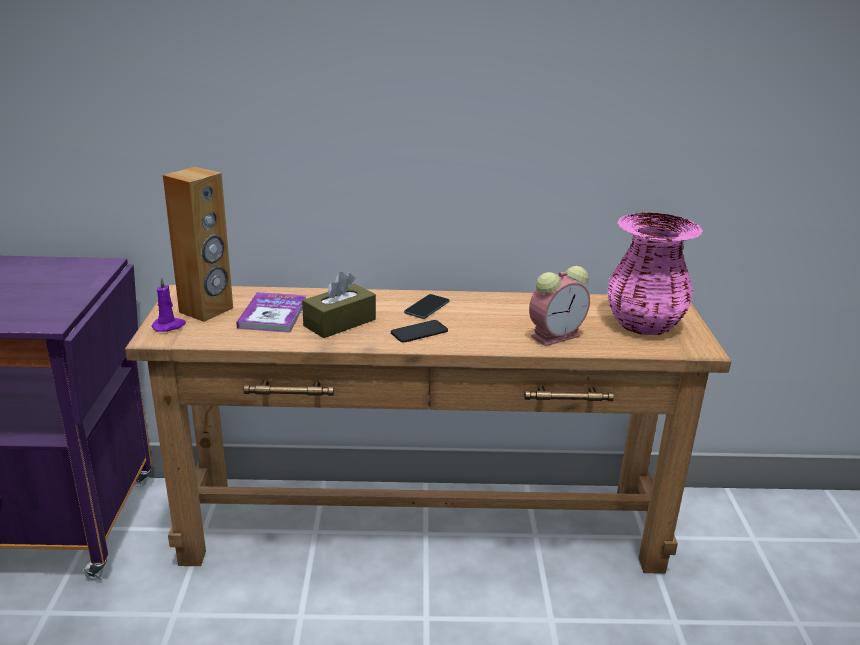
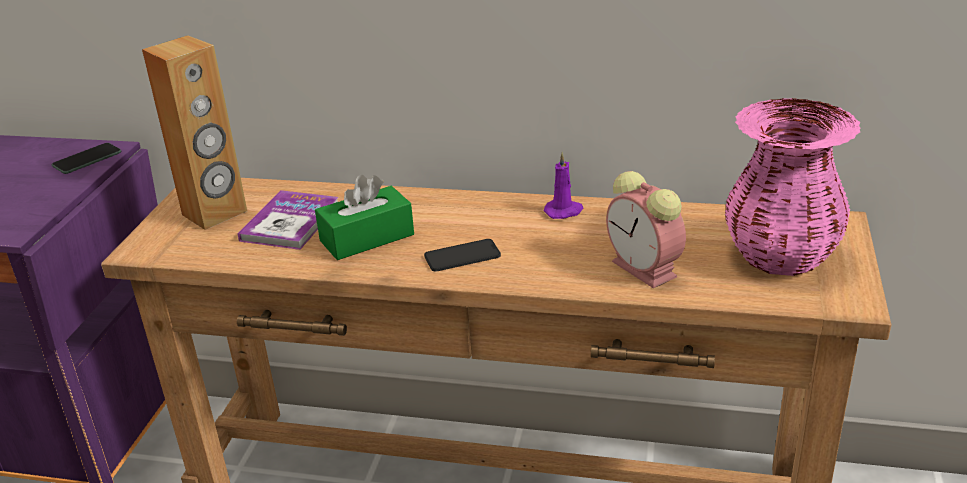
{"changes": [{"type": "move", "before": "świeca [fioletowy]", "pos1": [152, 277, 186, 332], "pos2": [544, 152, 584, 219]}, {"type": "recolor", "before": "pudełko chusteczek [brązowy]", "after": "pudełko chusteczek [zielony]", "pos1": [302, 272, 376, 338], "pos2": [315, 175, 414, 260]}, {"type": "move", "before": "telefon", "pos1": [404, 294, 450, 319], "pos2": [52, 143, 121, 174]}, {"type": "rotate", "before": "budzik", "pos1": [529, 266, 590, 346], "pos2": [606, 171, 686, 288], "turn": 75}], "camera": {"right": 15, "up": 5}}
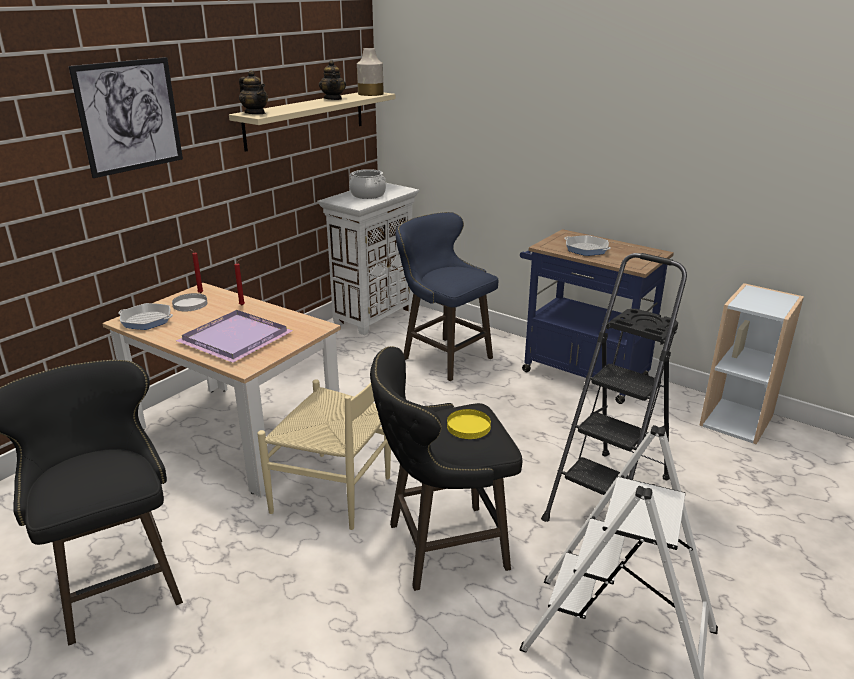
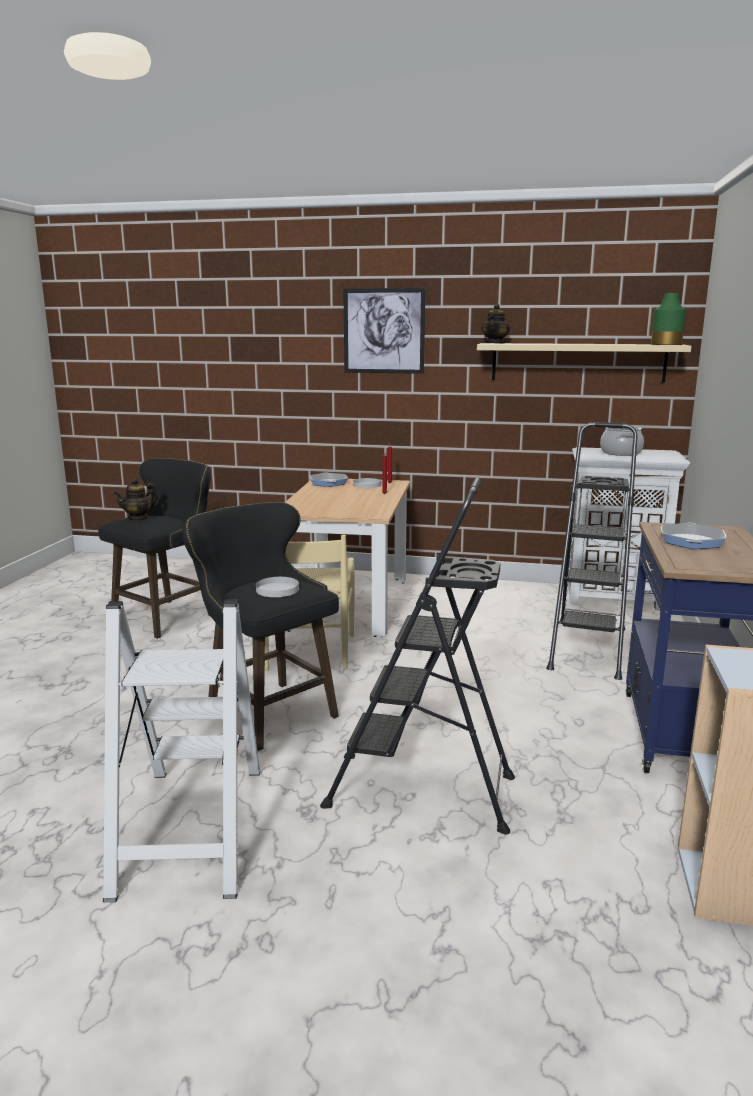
{"changes": [{"type": "delete", "before": "taca [fioletowy]", "pos1": [176, 310, 294, 363]}, {"type": "move", "before": "imbryk", "pos1": [319, 60, 346, 100], "pos2": [114, 478, 159, 521]}, {"type": "recolor", "before": "wazon [beżowy]", "after": "wazon [zielony]", "pos1": [357, 48, 384, 96], "pos2": [651, 293, 686, 345]}, {"type": "replace", "before": "stołek [niebieski]", "after": "drabinka", "pos1": [396, 212, 499, 381], "pos2": [546, 422, 637, 680]}, {"type": "recolor", "before": "talerz [żółty]", "after": "talerz [biały]", "pos1": [447, 409, 491, 439], "pos2": [256, 577, 299, 597]}], "camera": {"right": 65, "up": -10}}
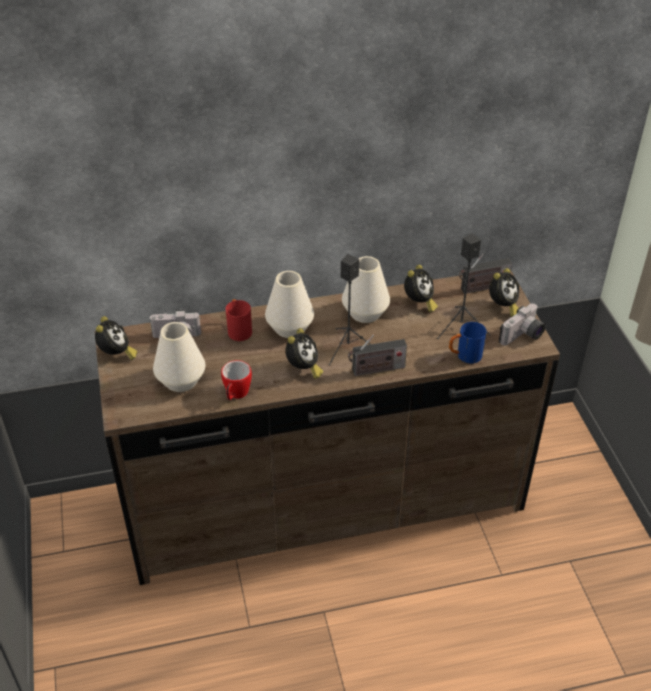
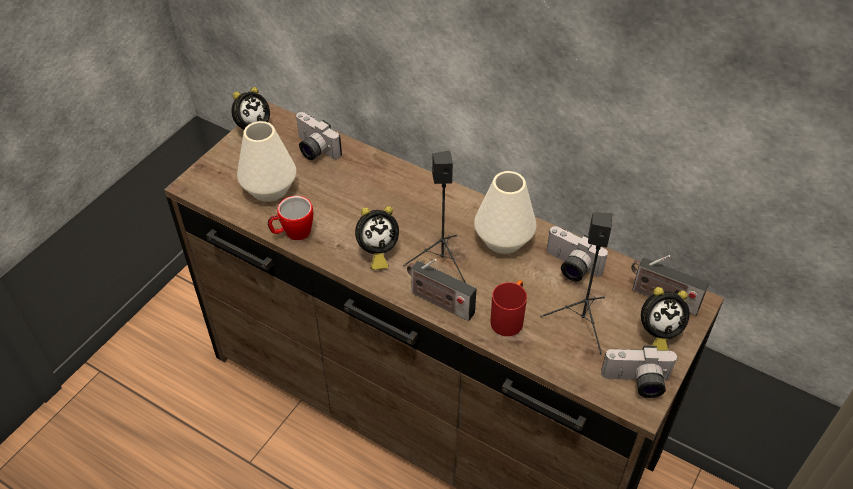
{"changes": [{"type": "move", "before": "kubek [czerwony]", "pos1": [225, 299, 252, 341], "pos2": [490, 280, 527, 336]}, {"type": "delete", "before": "wazon [biały]", "pos1": [265, 271, 314, 338]}, {"type": "replace", "before": "budzik", "after": "aparat fotograficzny", "pos1": [404, 265, 438, 312], "pos2": [547, 226, 608, 281]}, {"type": "delete", "before": "kubek [niebieski]", "pos1": [449, 322, 487, 364]}], "camera": {"right": 45, "up": 5}}
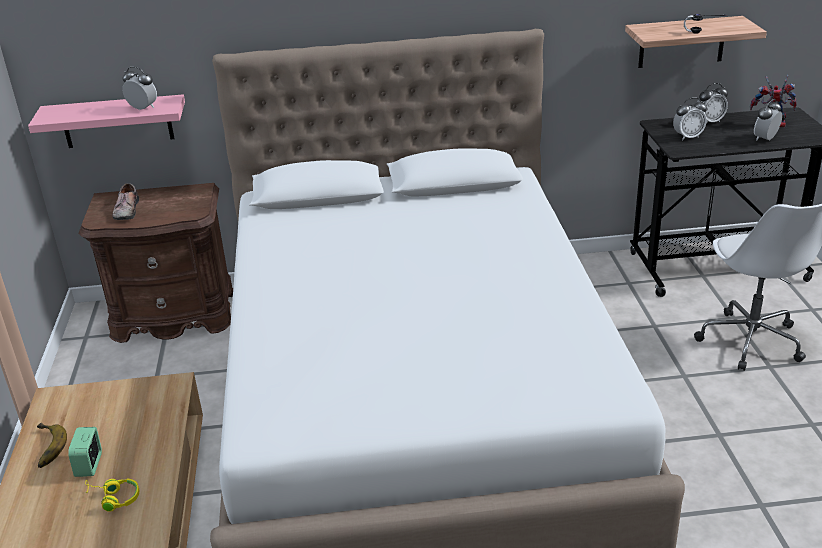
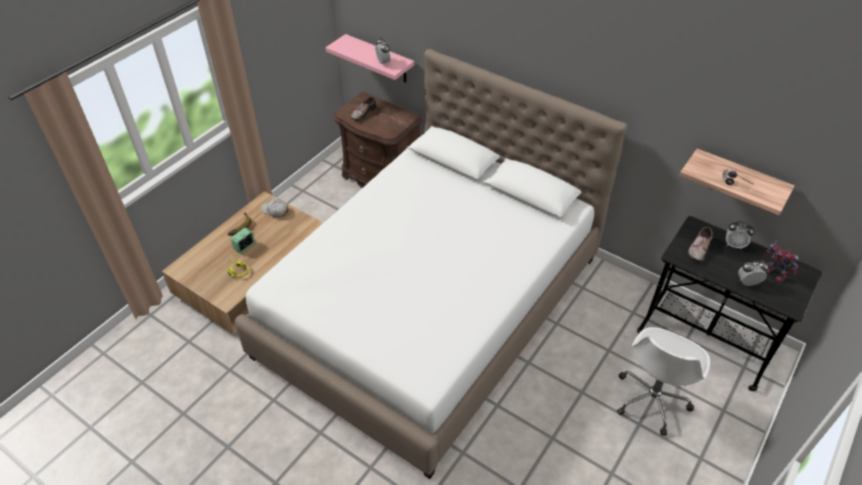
{"changes": [{"type": "replace", "before": "budzik", "after": "but", "pos1": [673, 98, 707, 140], "pos2": [688, 227, 713, 262]}, {"type": "insert", "after": "czapka z daszkiem [biały]", "pos2": [261, 198, 288, 218]}], "camera": {"right": 40, "up": 15}}
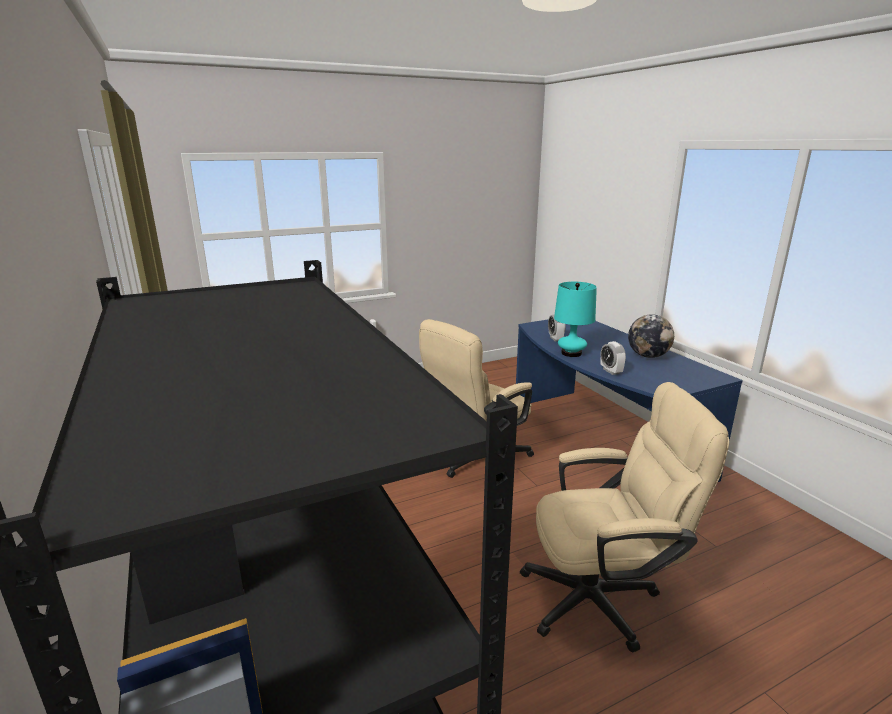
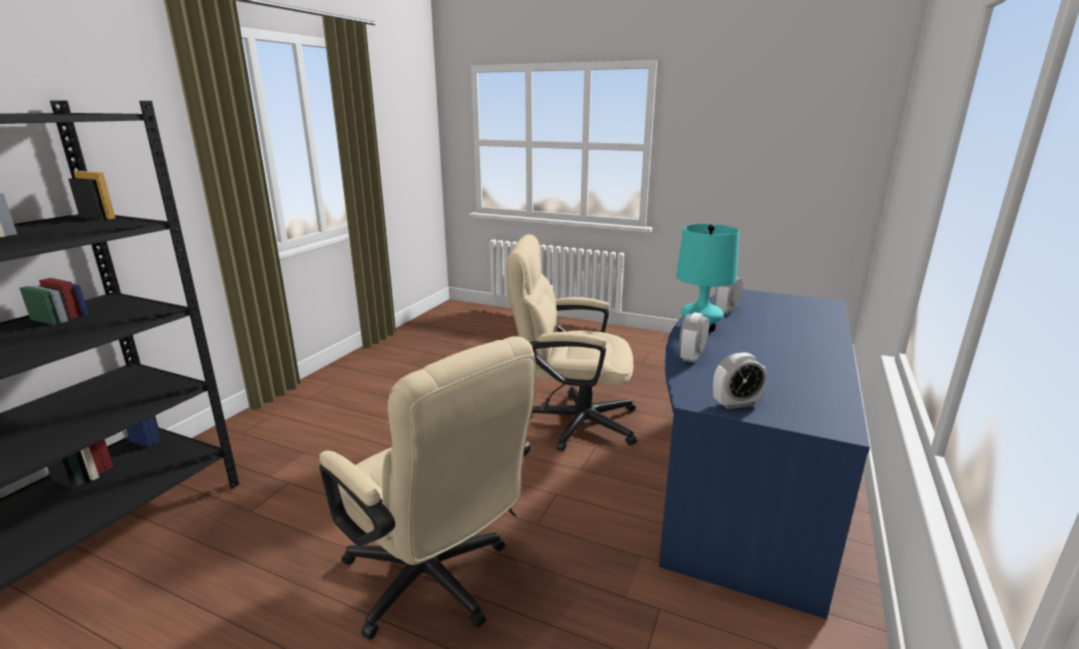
{"changes": [{"type": "delete", "before": "globus", "pos1": [628, 314, 674, 358]}, {"type": "insert", "after": "budzik", "pos2": [713, 352, 767, 409]}], "camera": {"right": 50, "up": 0}}
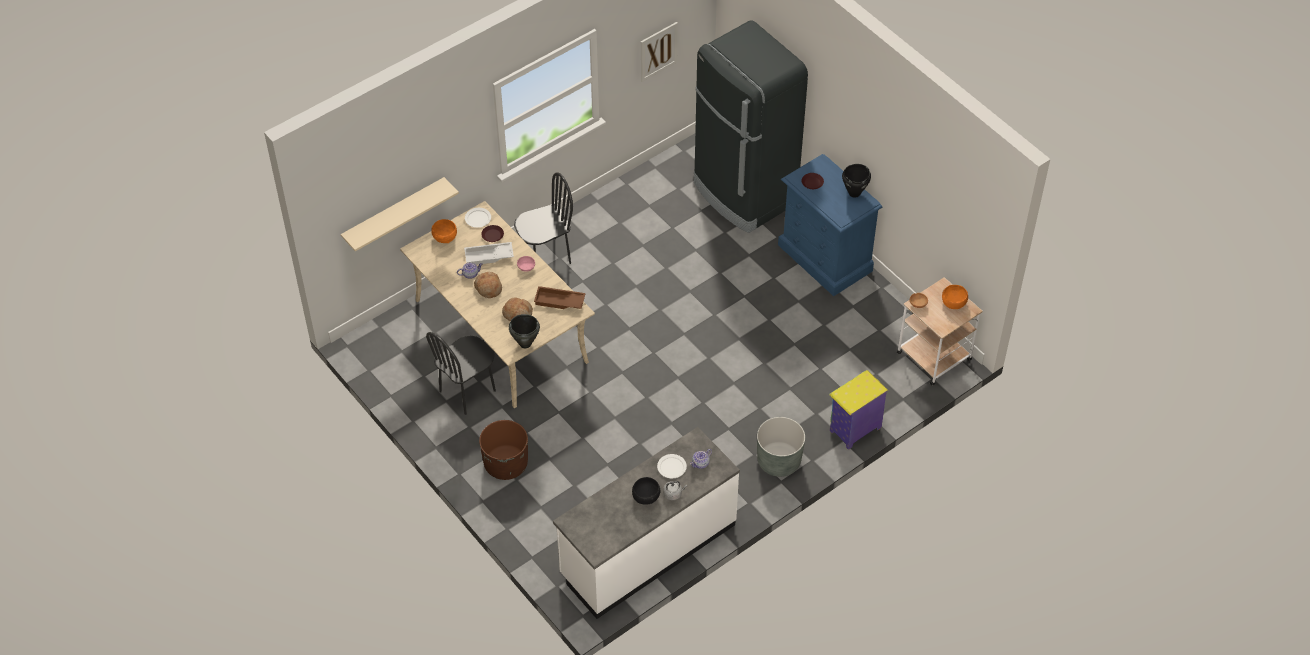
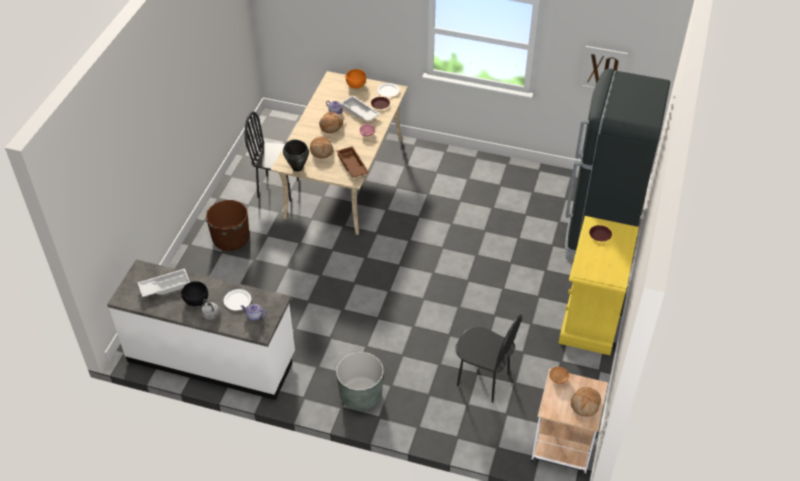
{"changes": [{"type": "delete", "before": "półka [beżowy]", "pos1": [341, 177, 459, 251]}, {"type": "move", "before": "krzesło [czarny]", "pos1": [514, 172, 573, 264], "pos2": [455, 314, 522, 403]}, {"type": "recolor", "before": "komoda [niebieski]", "after": "komoda [żółty]", "pos1": [778, 154, 882, 296], "pos2": [559, 216, 639, 355]}, {"type": "delete", "before": "szafka nocna", "pos1": [829, 370, 888, 450]}, {"type": "delete", "before": "garnek [czarny]", "pos1": [842, 164, 871, 198]}, {"type": "replace", "before": "miska [pomarańczowy]", "after": "chleb", "pos1": [942, 285, 968, 309], "pos2": [571, 387, 601, 417]}, {"type": "insert", "after": "taca [biały]", "pos2": [138, 268, 190, 297]}], "camera": {"right": 55, "up": -5}}
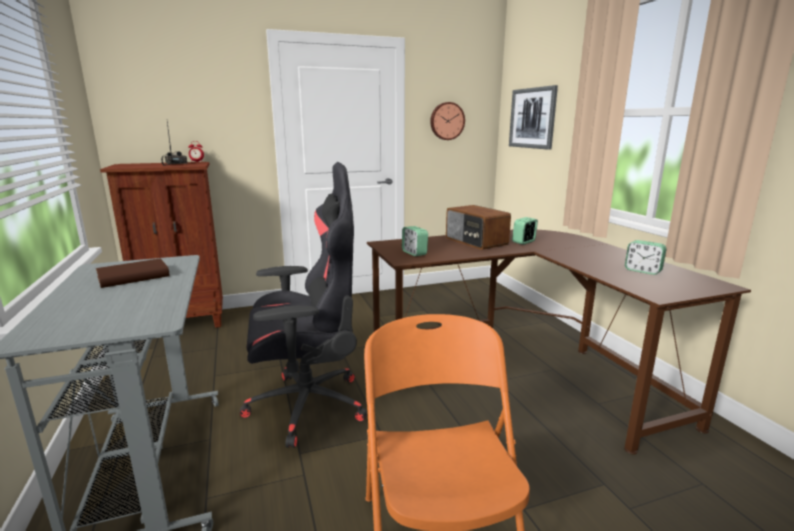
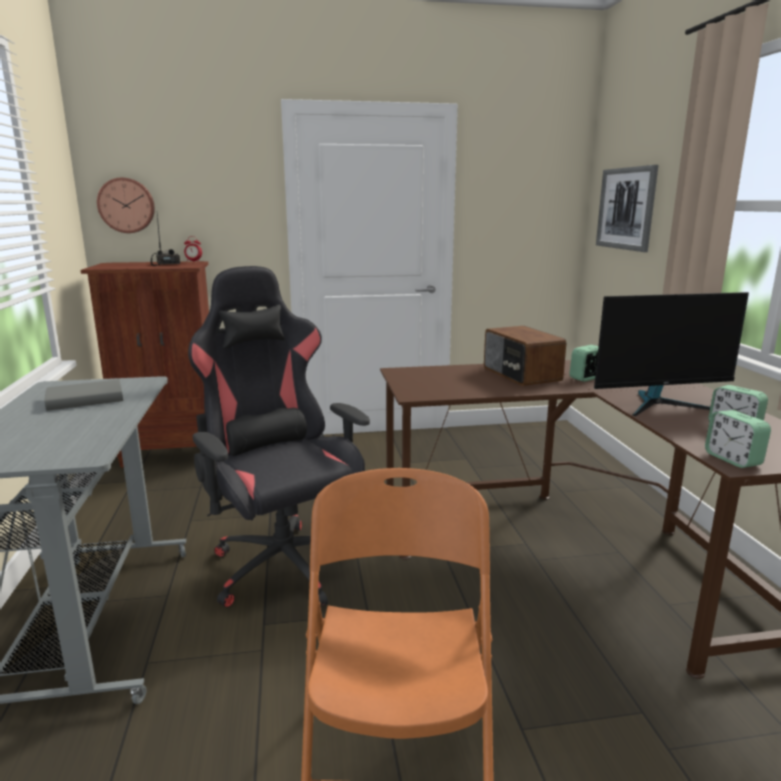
{"changes": [{"type": "recolor", "before": "książka [brązowy]", "after": "książka [szary]", "pos1": [96, 258, 170, 288], "pos2": [44, 379, 123, 411]}, {"type": "rotate", "before": "krzesło biurowe [czarny]", "pos1": [240, 162, 368, 448], "pos2": [188, 266, 370, 607], "turn": -120}, {"type": "move", "before": "budzik", "pos1": [402, 226, 428, 256], "pos2": [705, 410, 771, 468]}, {"type": "move", "before": "zegar ścienny", "pos1": [430, 102, 465, 140], "pos2": [97, 178, 155, 233]}, {"type": "insert", "after": "monitor", "pos2": [594, 292, 749, 416]}], "camera": {"right": 10, "up": 0}}
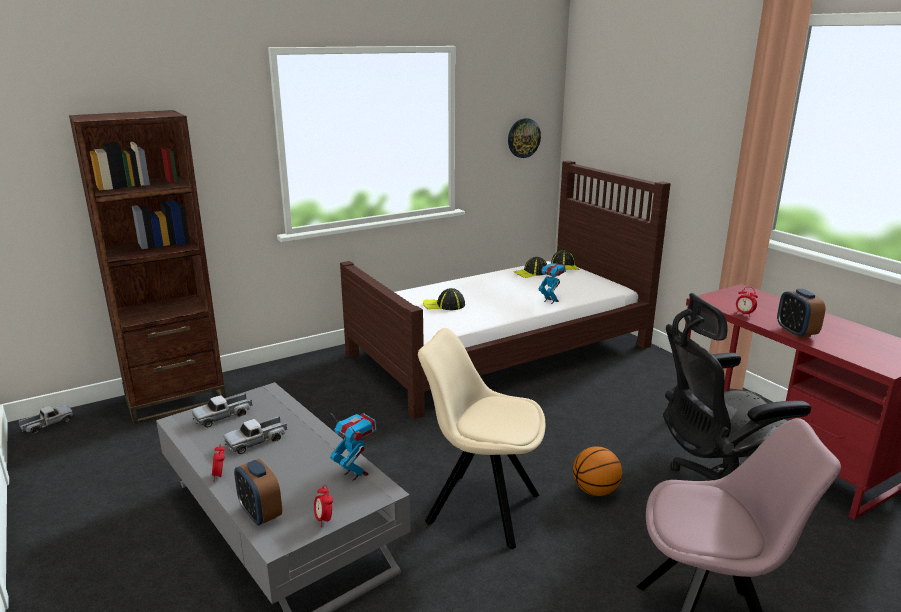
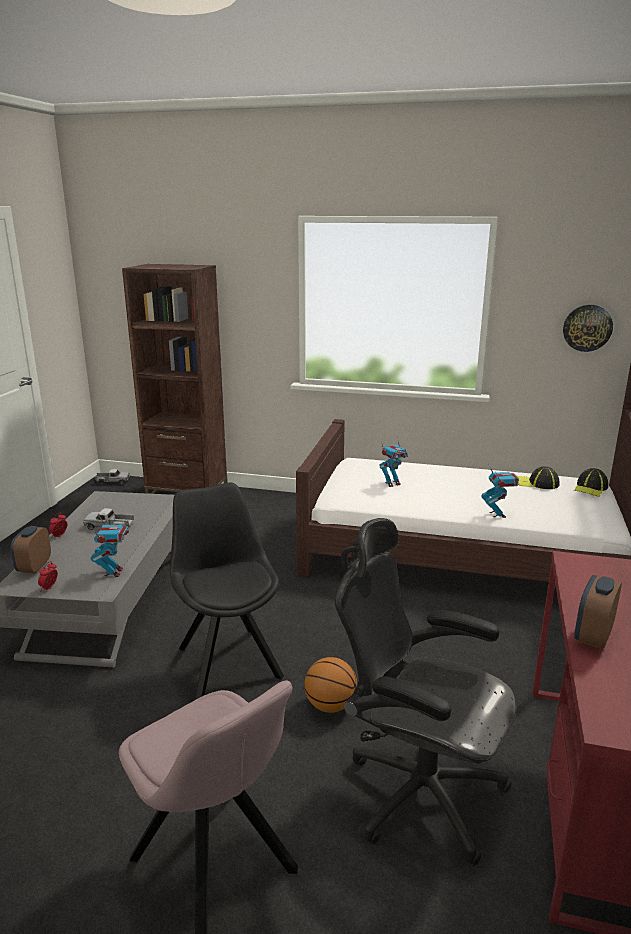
{"changes": [{"type": "delete", "before": "ciężarówka zabawkowa", "pos1": [192, 393, 252, 428]}, {"type": "recolor", "before": "krzesło [beżowy]", "after": "krzesło [czarny]", "pos1": [418, 328, 545, 549], "pos2": [170, 483, 284, 700]}, {"type": "replace", "before": "czapka z daszkiem", "after": "robot zabawkowy", "pos1": [423, 288, 465, 310], "pos2": [380, 438, 408, 487]}, {"type": "delete", "before": "budzik", "pos1": [736, 287, 758, 317]}], "camera": {"right": 45, "up": 0}}
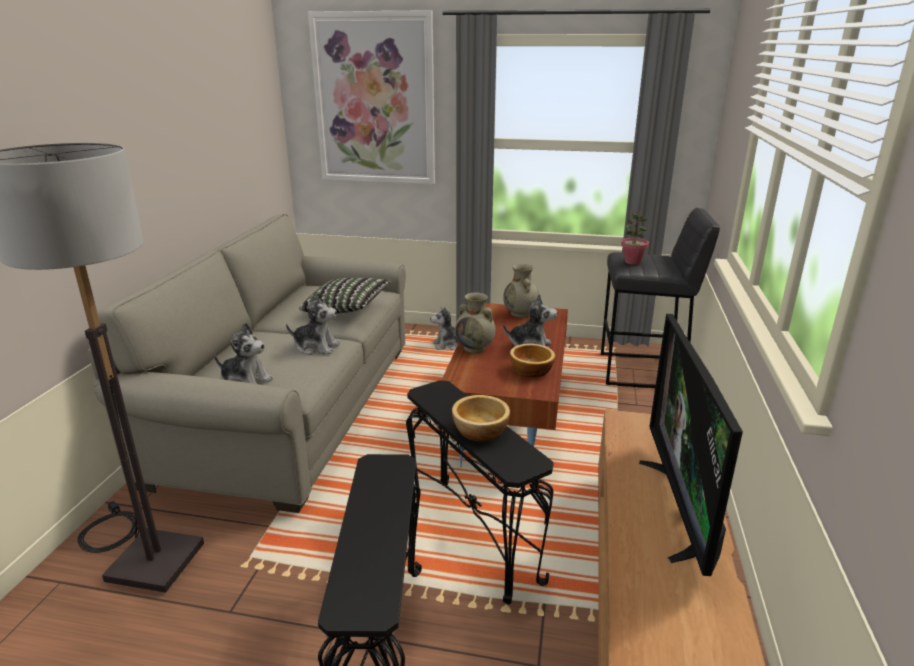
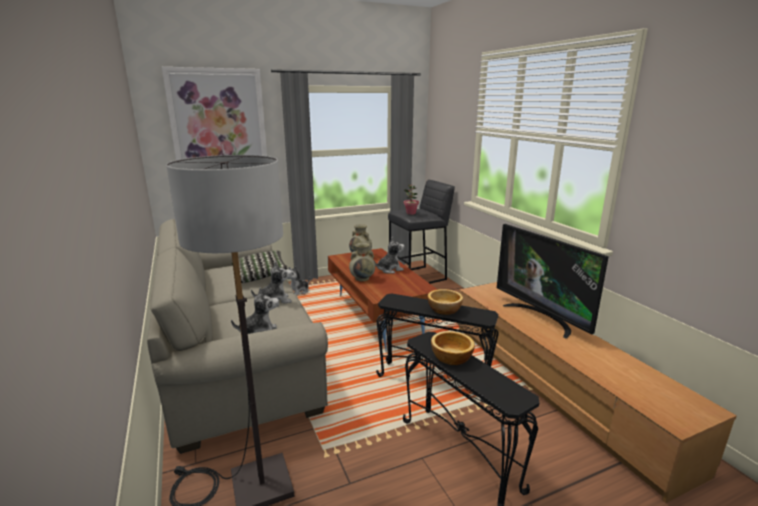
{"changes": [{"type": "move", "before": "miska", "pos1": [510, 344, 555, 378], "pos2": [431, 331, 475, 365]}], "camera": {"right": -35, "up": -5}}
